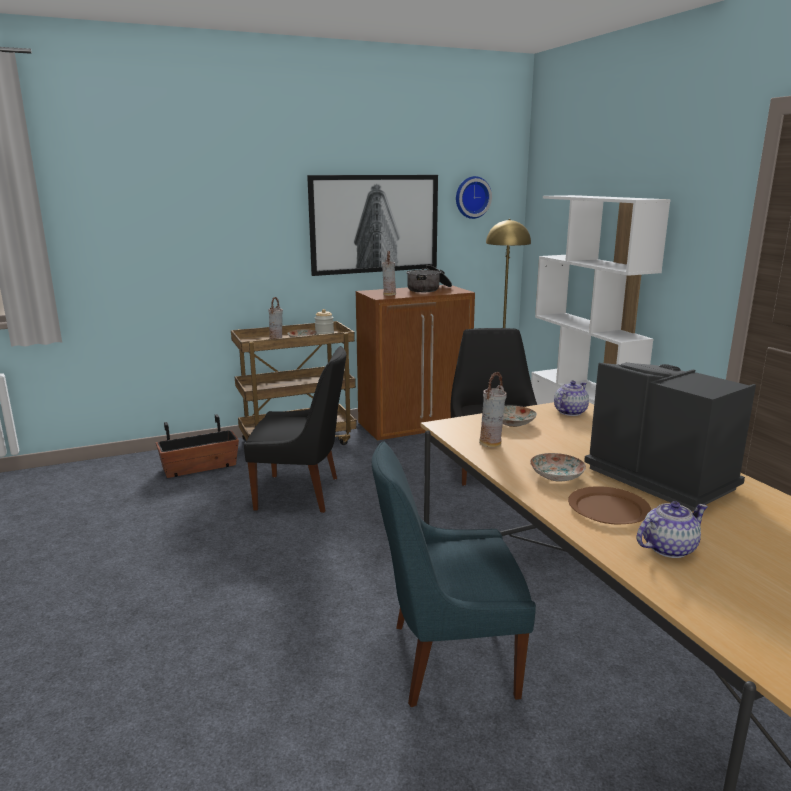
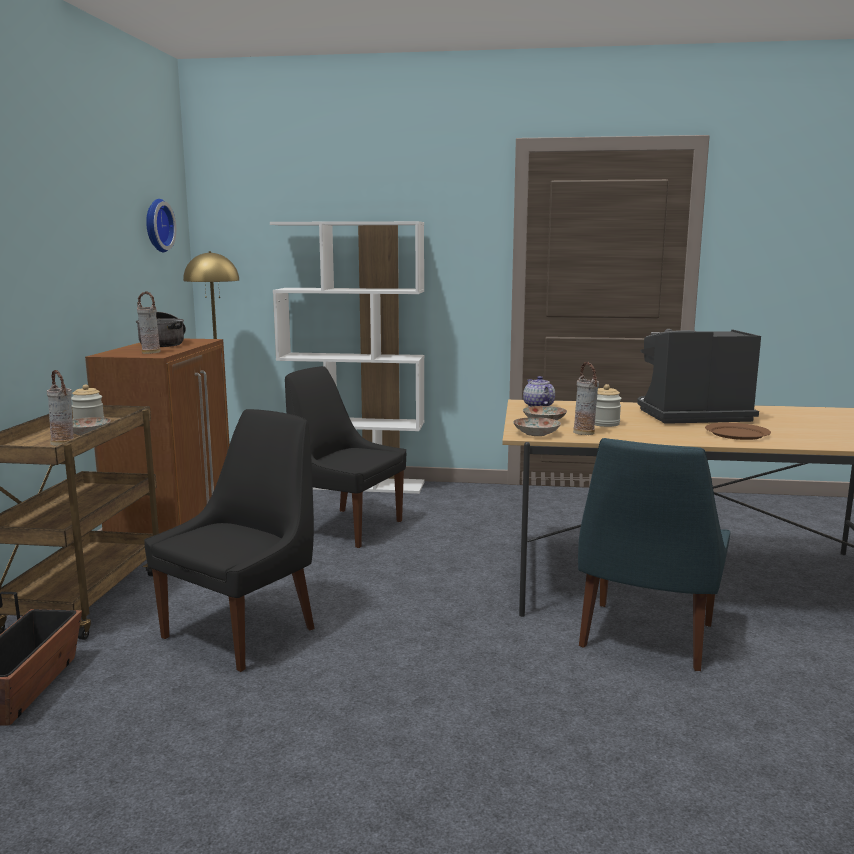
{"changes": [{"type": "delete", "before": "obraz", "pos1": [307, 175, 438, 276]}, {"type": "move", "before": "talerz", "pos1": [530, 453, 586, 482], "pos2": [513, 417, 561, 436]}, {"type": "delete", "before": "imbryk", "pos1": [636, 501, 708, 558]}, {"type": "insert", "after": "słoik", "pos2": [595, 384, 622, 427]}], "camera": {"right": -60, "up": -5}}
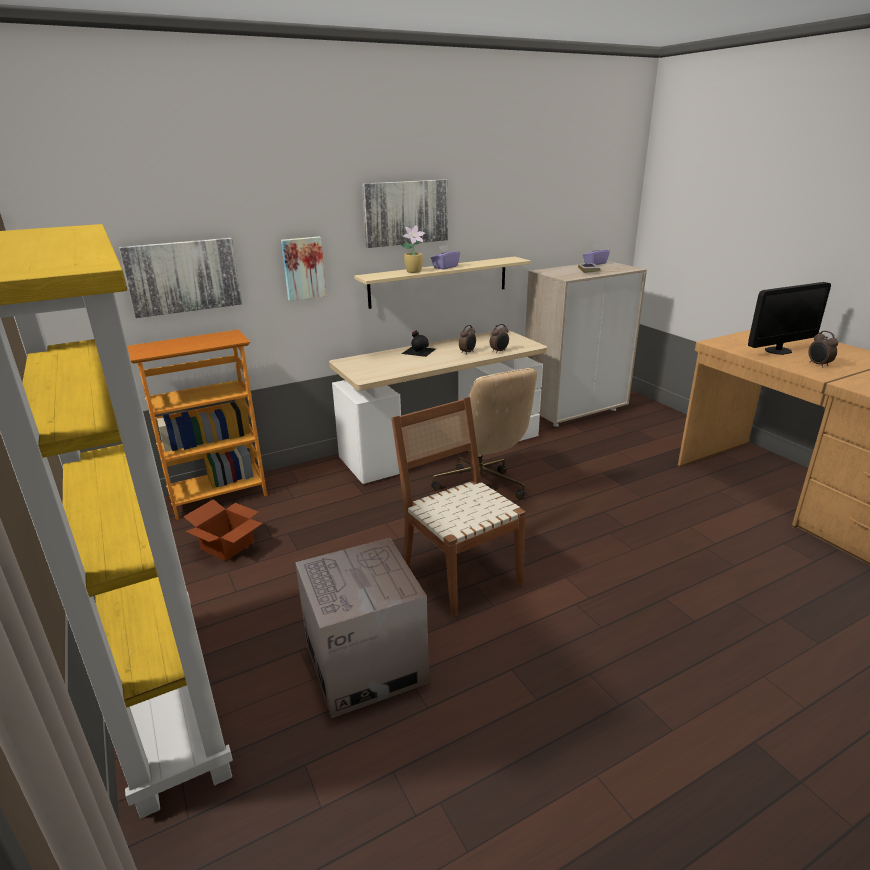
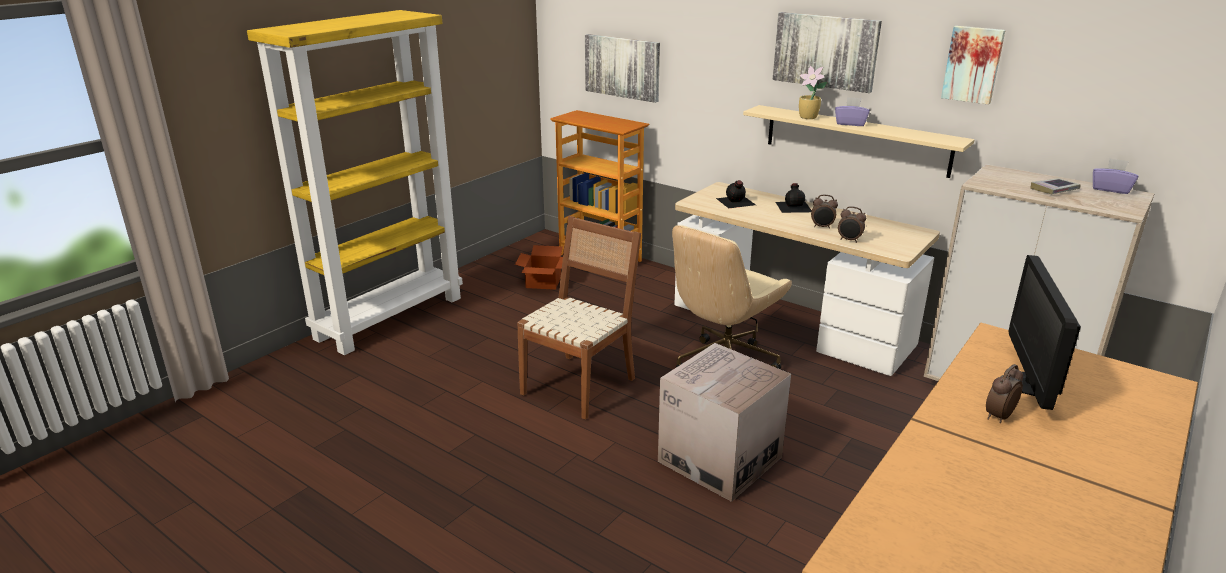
{"changes": [{"type": "move", "before": "obraz", "pos1": [281, 237, 326, 301], "pos2": [941, 26, 1006, 105]}, {"type": "move", "before": "karton", "pos1": [295, 538, 429, 718], "pos2": [658, 343, 791, 502]}, {"type": "rotate", "before": "monitor", "pos1": [748, 282, 831, 355], "pos2": [1009, 255, 1081, 410], "turn": 60}, {"type": "insert", "after": "butelka [czarny]", "pos2": [716, 180, 756, 208]}], "camera": {"right": 65, "up": 0}}
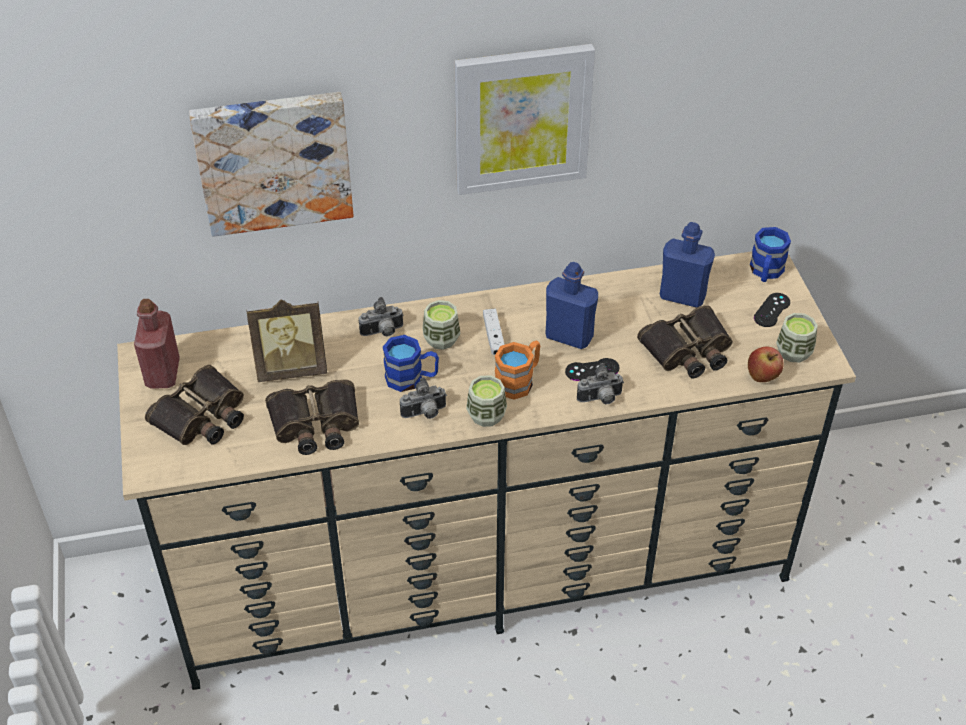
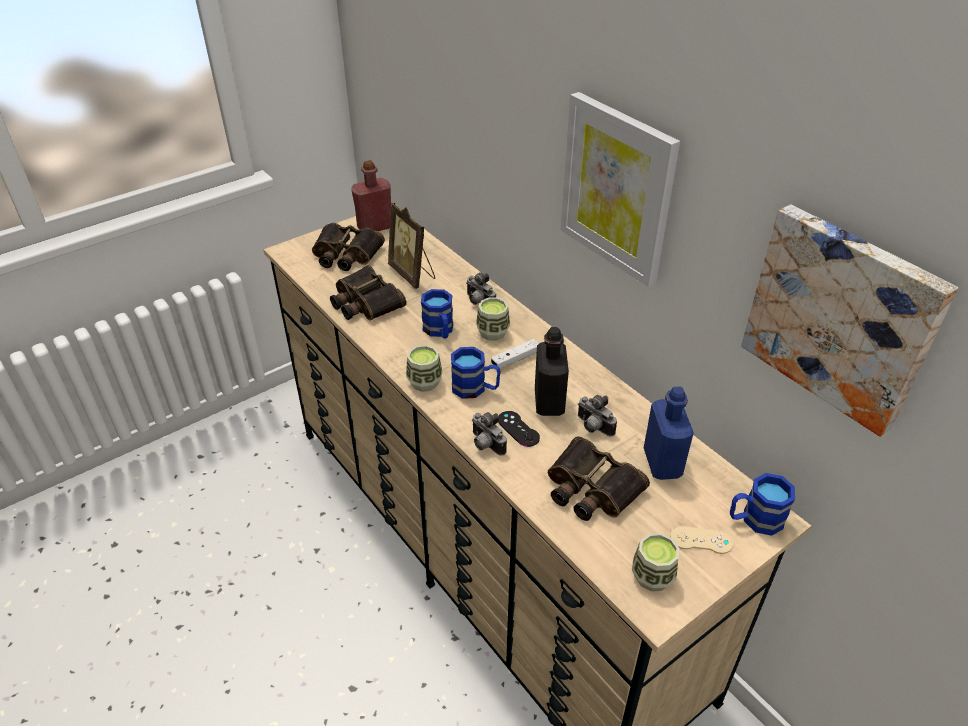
{"changes": [{"type": "move", "before": "obraz", "pos1": [189, 92, 354, 237], "pos2": [741, 204, 958, 437]}, {"type": "move", "before": "aparat fotograficzny", "pos1": [400, 377, 447, 419], "pos2": [578, 395, 617, 437]}, {"type": "recolor", "before": "kubek [pomarańczowy]", "after": "kubek [niebieski]", "pos1": [495, 341, 540, 400], "pos2": [451, 347, 501, 399]}, {"type": "recolor", "before": "butelka [niebieski]", "after": "butelka [czarny]", "pos1": [546, 262, 598, 349], "pos2": [535, 327, 569, 416]}, {"type": "delete", "before": "jabłko", "pos1": [748, 347, 784, 382]}, {"type": "recolor", "before": "pad do gier [czarny]", "after": "pad do gier [beżowy]", "pos1": [754, 293, 790, 327], "pos2": [670, 526, 733, 554]}], "camera": {"right": 65, "up": -5}}
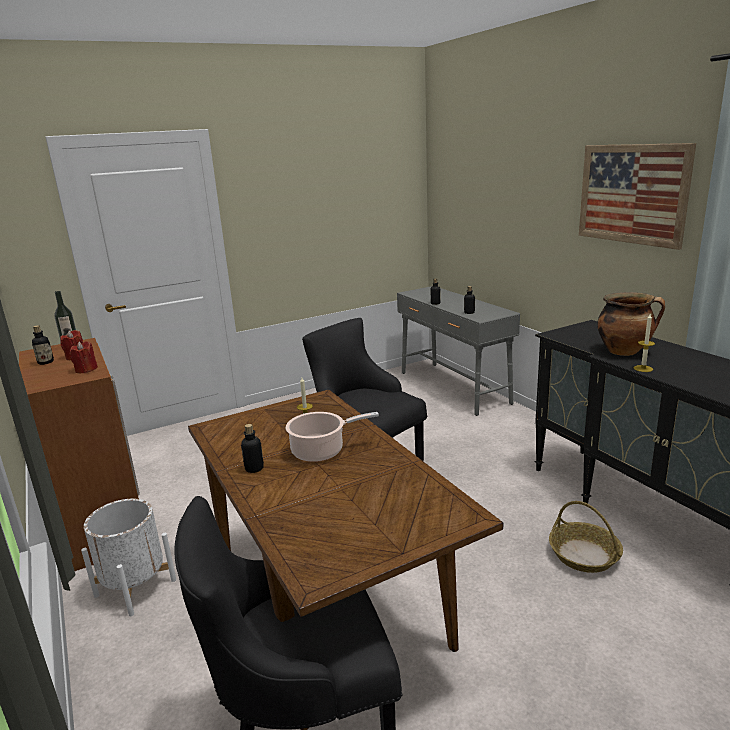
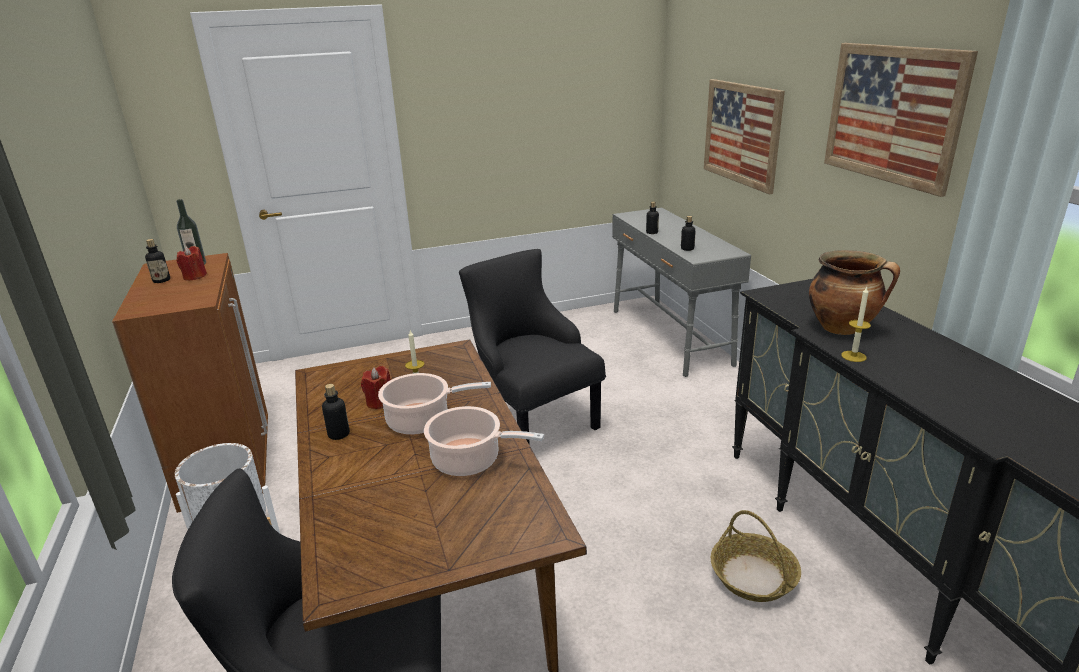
{"changes": [{"type": "move", "before": "świeca [czerwony]", "pos1": [69, 341, 98, 373], "pos2": [361, 366, 391, 409]}, {"type": "insert", "after": "garnek", "pos2": [424, 406, 544, 476]}, {"type": "insert", "after": "obraz", "pos2": [704, 79, 785, 194]}], "camera": {"right": 10, "up": 5}}
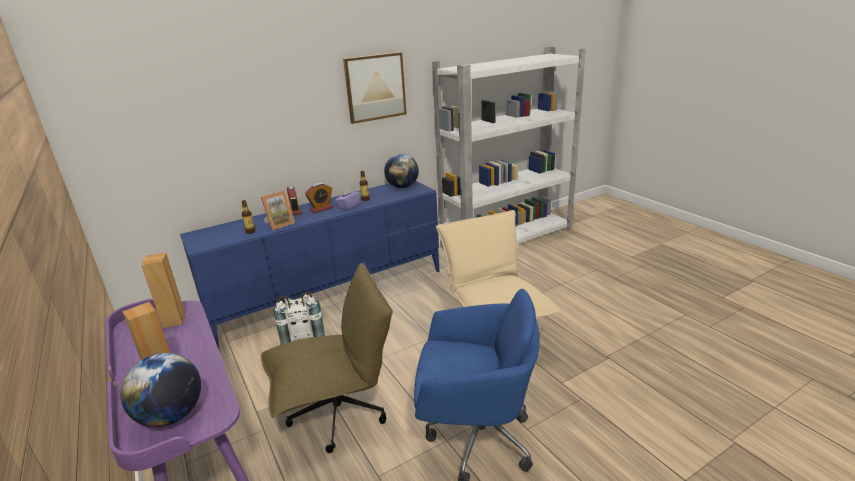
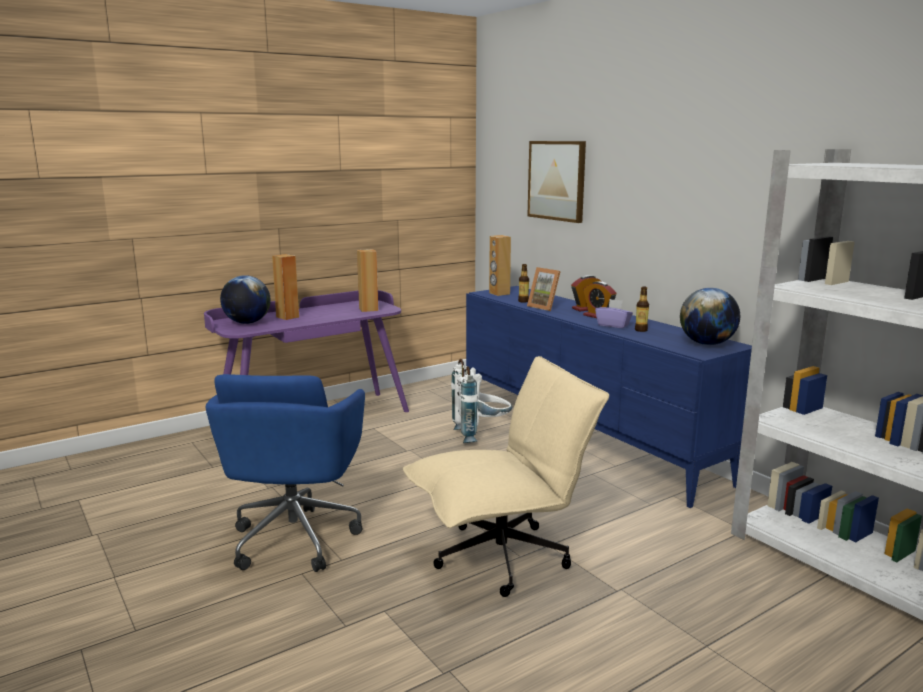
{"changes": [{"type": "delete", "before": "krzesło biurowe [beżowy]", "pos1": [261, 263, 393, 453]}, {"type": "move", "before": "obraz", "pos1": [343, 52, 407, 124], "pos2": [528, 141, 586, 223]}, {"type": "insert", "after": "głośnik [brązowy]", "pos2": [489, 235, 511, 296]}], "camera": {"right": 85, "up": -10}}
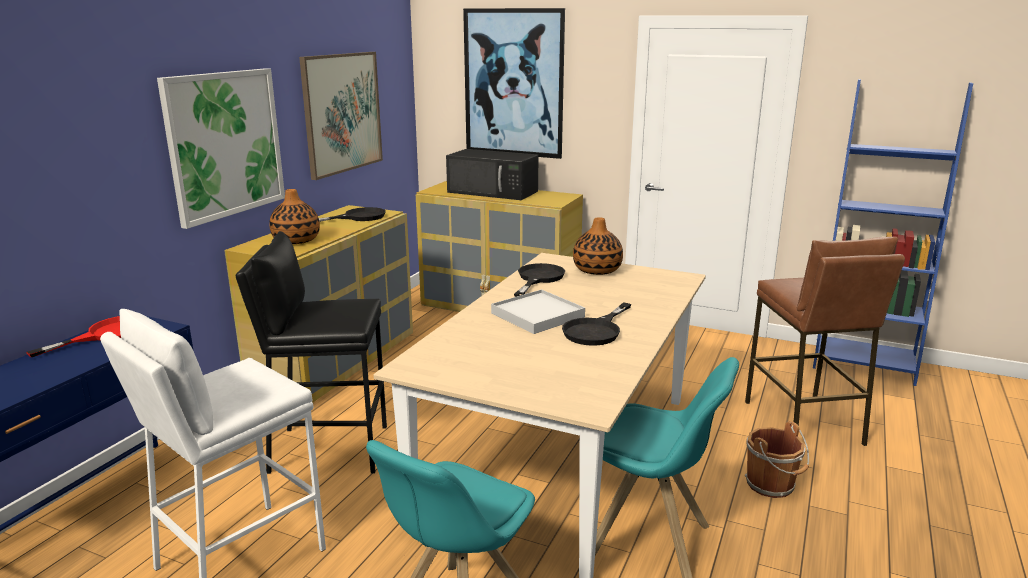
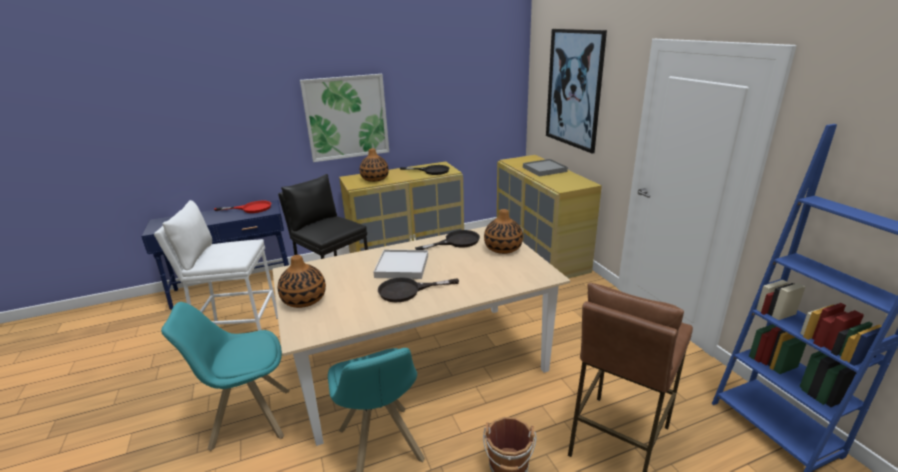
{"changes": [{"type": "delete", "before": "obraz", "pos1": [299, 52, 383, 180]}, {"type": "replace", "before": "mikrofalówka [czarny]", "after": "taca [szary]", "pos1": [446, 149, 539, 200], "pos2": [523, 159, 568, 176]}, {"type": "insert", "after": "wazon", "pos2": [278, 255, 326, 308]}], "camera": {"right": 45, "up": 5}}
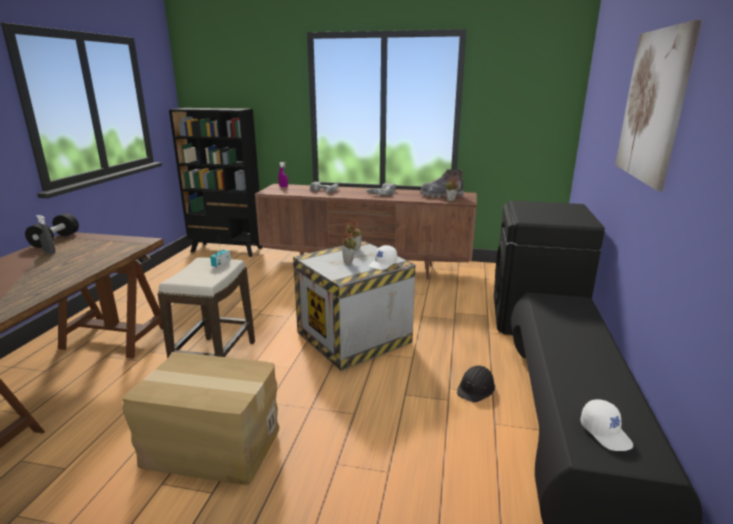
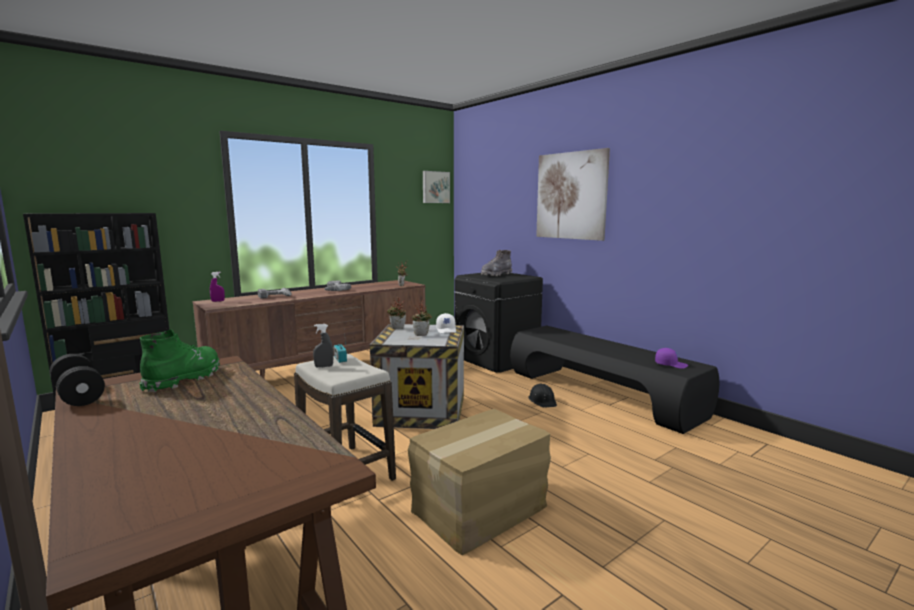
{"changes": [{"type": "move", "before": "spryskiwacz [szary]", "pos1": [36, 215, 56, 254], "pos2": [313, 324, 334, 368]}, {"type": "move", "before": "but z cholewką [szary]", "pos1": [420, 169, 464, 198], "pos2": [481, 250, 512, 276]}, {"type": "recolor", "before": "czapka z daszkiem [biały]", "after": "czapka z daszkiem [fioletowy]", "pos1": [581, 399, 633, 451], "pos2": [655, 348, 688, 369]}, {"type": "insert", "after": "but z cholewką [zielony]", "pos2": [139, 329, 220, 392]}, {"type": "insert", "after": "obraz", "pos2": [423, 171, 450, 203]}], "camera": {"right": -50, "up": -10}}
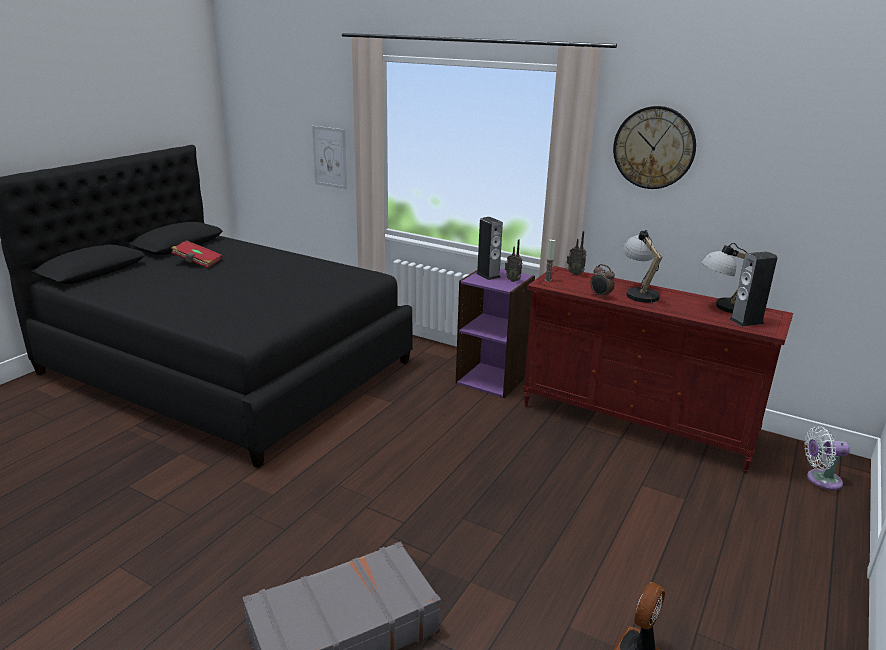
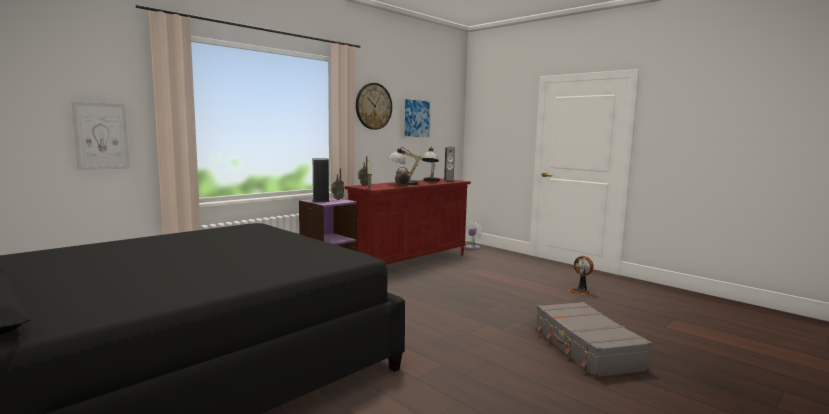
{"changes": [{"type": "delete", "before": "książka [czerwony]", "pos1": [171, 240, 222, 268]}, {"type": "insert", "after": "obraz", "pos2": [403, 98, 431, 138]}], "camera": {"right": -75, "up": -15}}
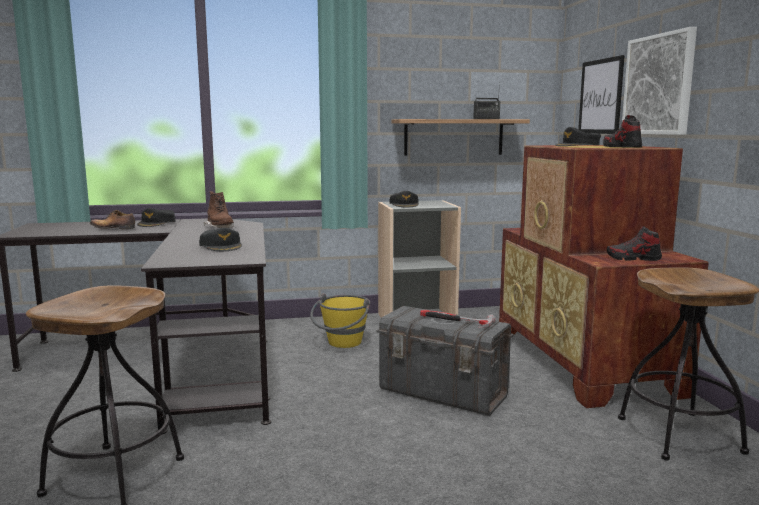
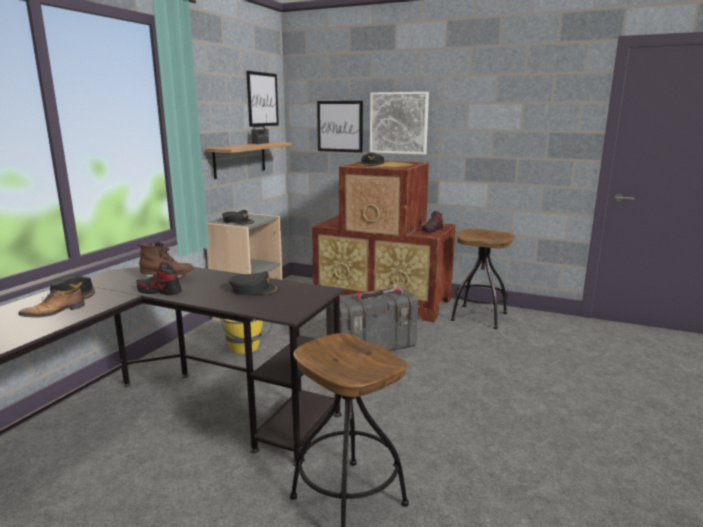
{"changes": [{"type": "move", "before": "but", "pos1": [603, 115, 642, 148], "pos2": [136, 262, 182, 296]}, {"type": "insert", "after": "obraz", "pos2": [246, 71, 279, 127]}], "camera": {"right": -55, "up": 5}}
